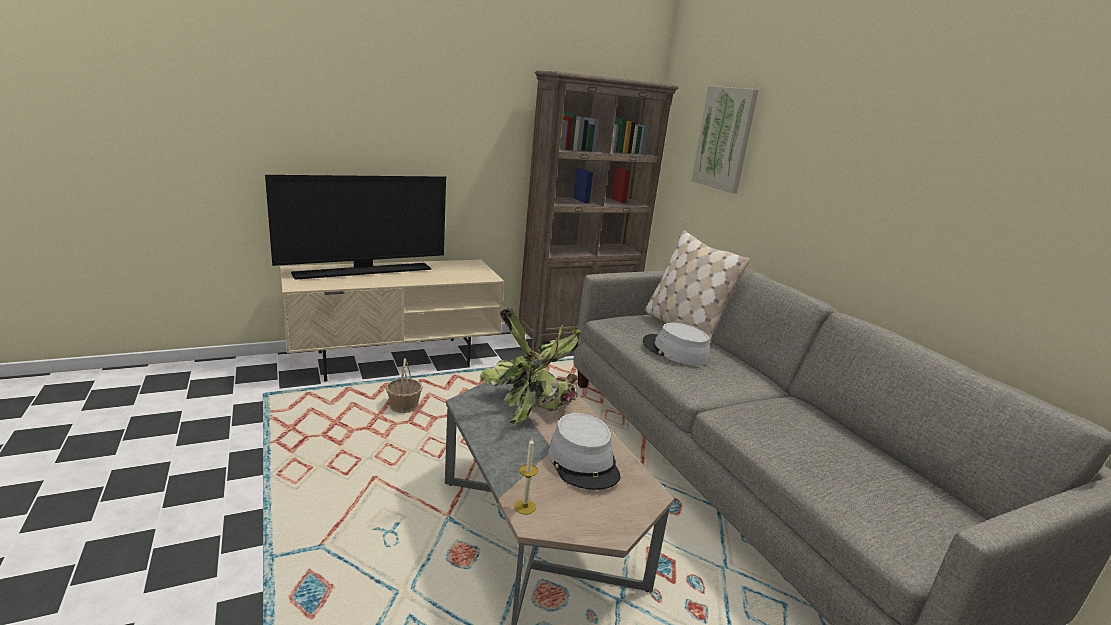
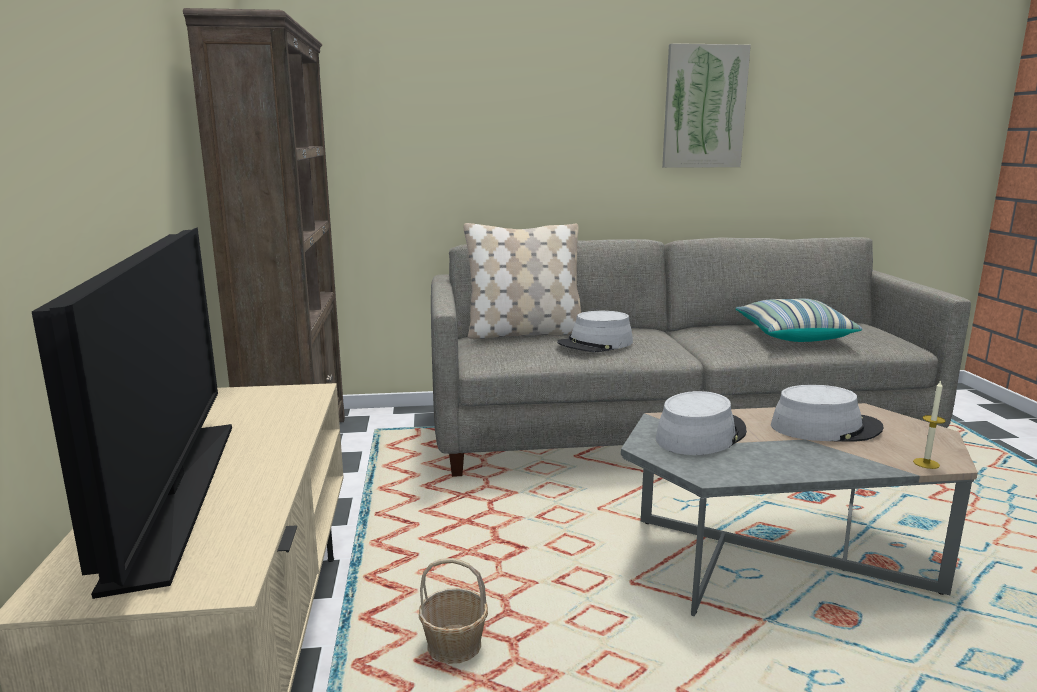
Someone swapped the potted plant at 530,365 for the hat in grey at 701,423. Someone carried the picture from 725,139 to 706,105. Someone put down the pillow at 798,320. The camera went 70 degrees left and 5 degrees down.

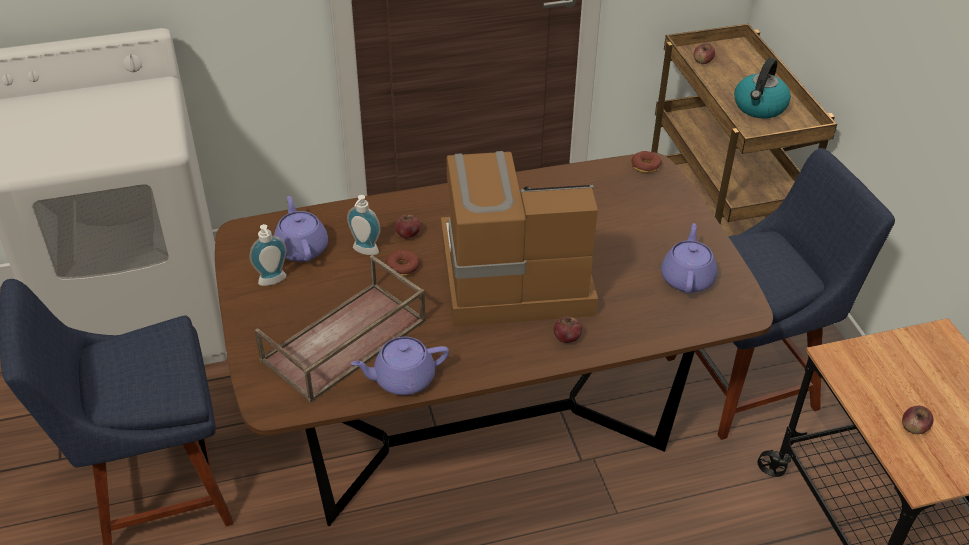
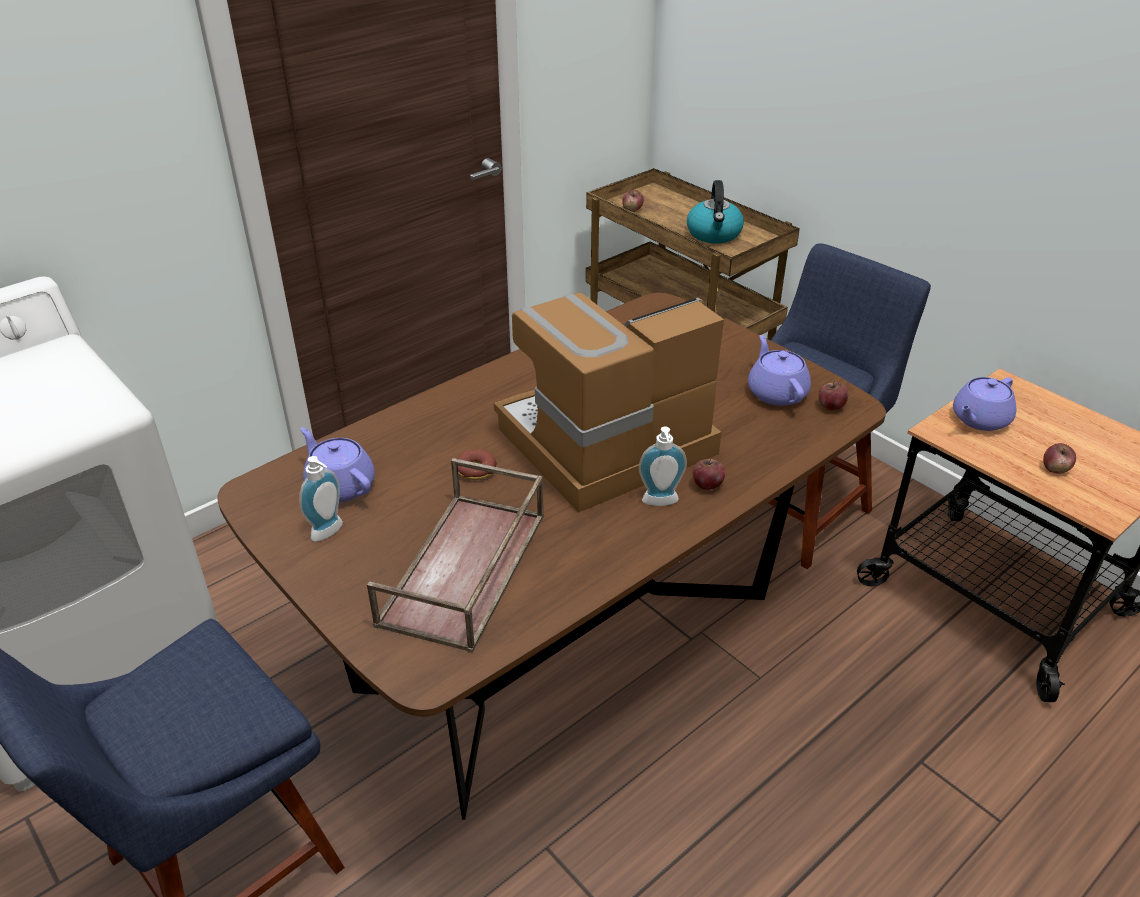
Someone carried the soap dispenser from 364,225 to 663,466. Someone carried the apple from 407,226 to 833,395. Someone carried the teapot in purple from 400,366 to 984,404. Someone took away the donut at 646,162. The camera went 25 degrees left and 5 degrees down.

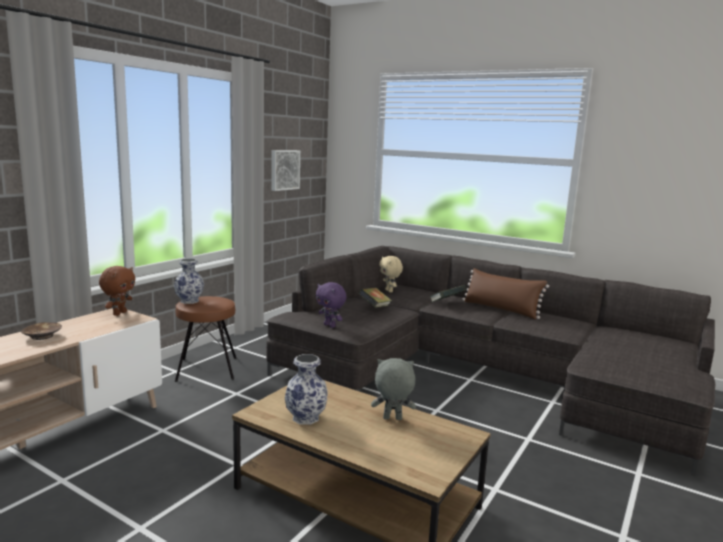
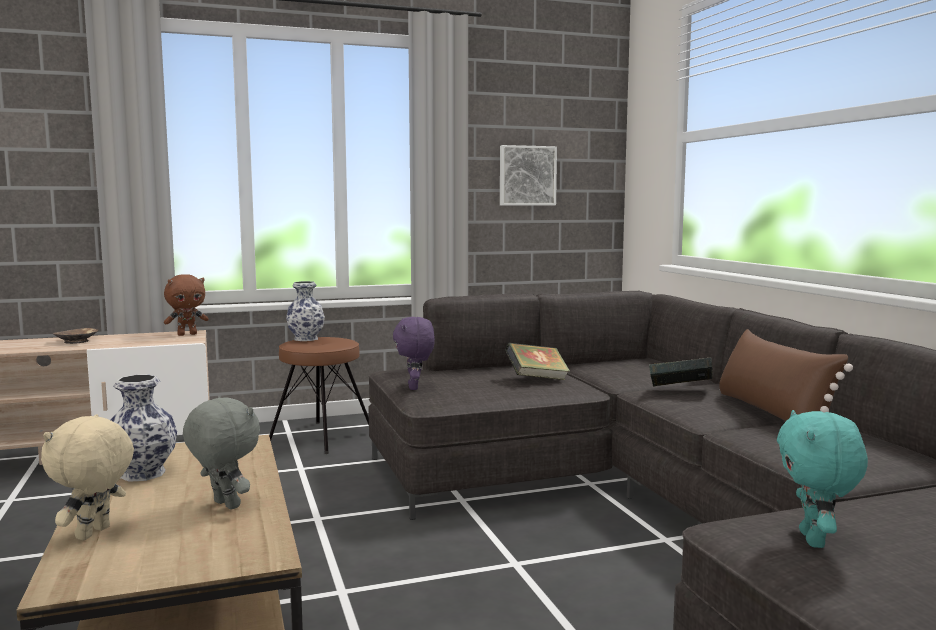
Someone carried the plush toy in beige from 391,274 to 87,477. Someone put down the plush toy in turquoise at 822,479. The camera went 40 degrees right and 5 degrees down.

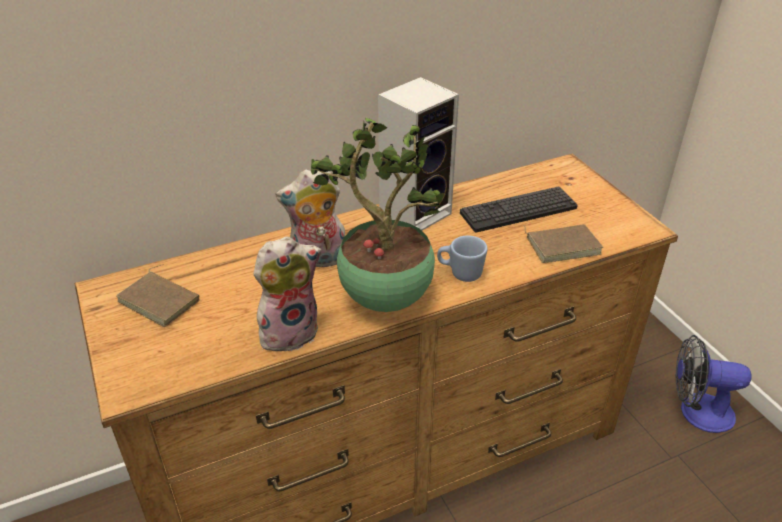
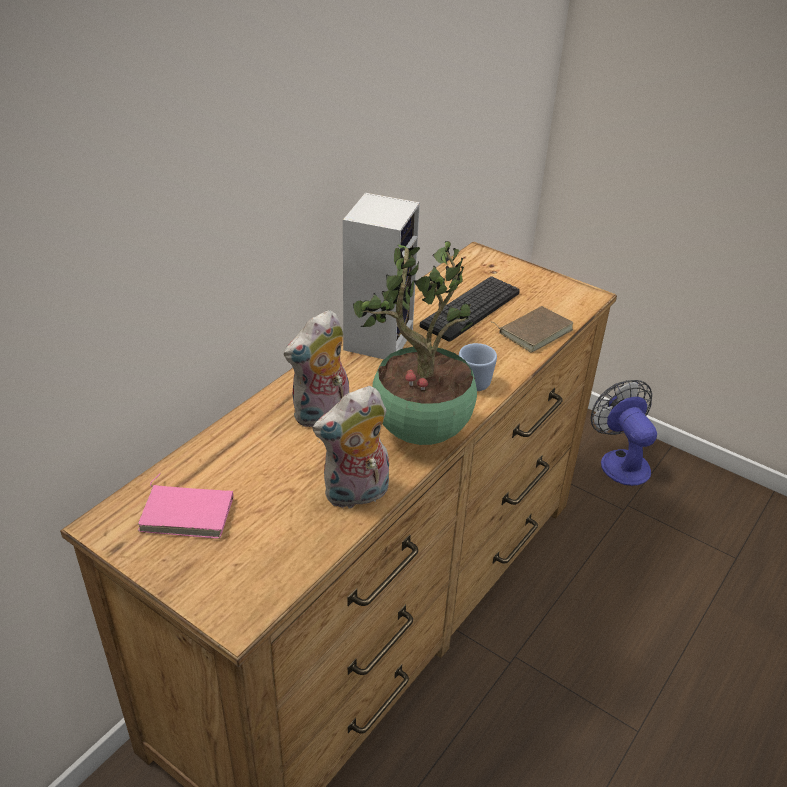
Someone repainted the book in brown at 158,296, which became the book in pink at 185,506. Someone rotated the plush toy at 287,293 by 150 degrees counterclockwise. Someone rotated the fan at 714,384 by 90 degrees clockwise. The camera went 30 degrees left and 0 degrees up.

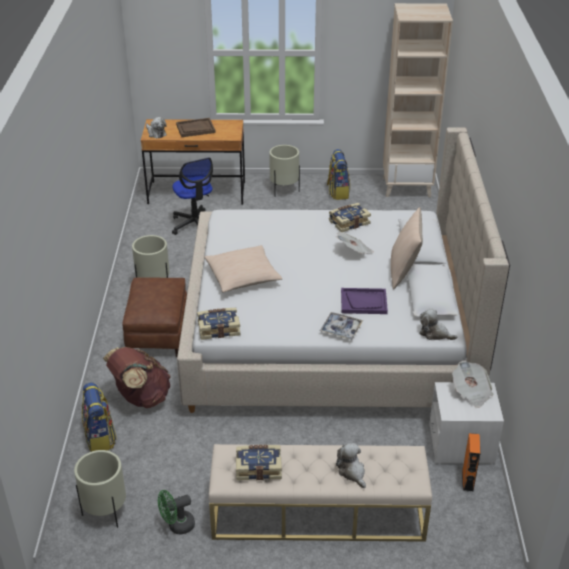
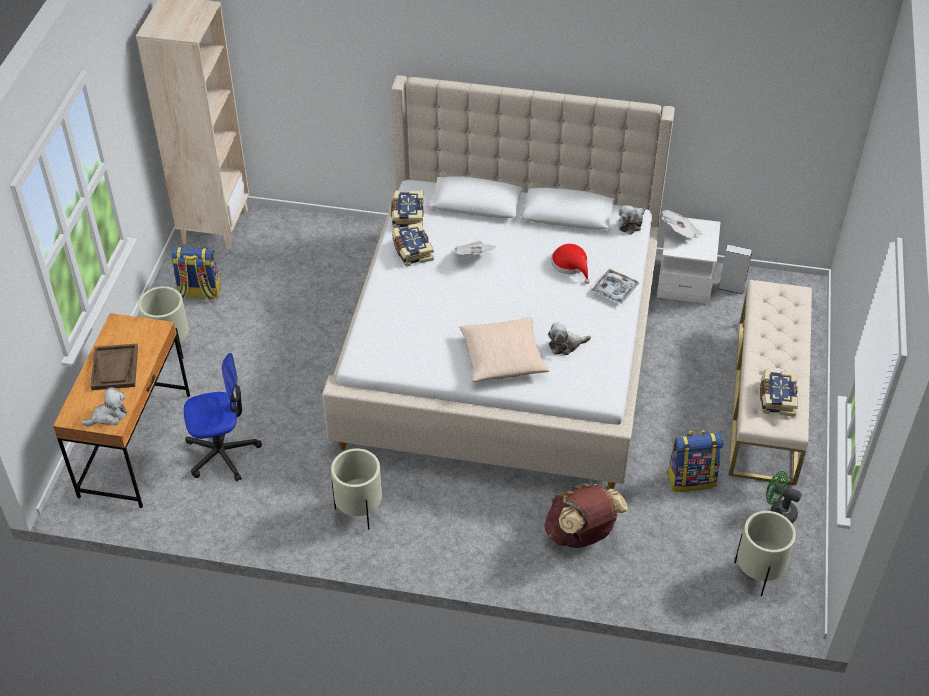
Someone carried the book from 219,324 to 407,209. Someone carried the plush toy from 351,465 to 569,338. Someone swapped the tray in purple at 364,301 for the hat in red at 570,264. Someone carried the backpack from 99,417 to 695,461. Someone repainted the speaker in orange at 471,462, which became the speaker in grey at 735,269. Someone rotated the fan in green at 176,512 by 135 degrees clockwise. Someone took away the ottoman in brown at 154,317. Someone took away the pillow in beige at 407,248. The camera went 80 degrees left and 10 degrees up.

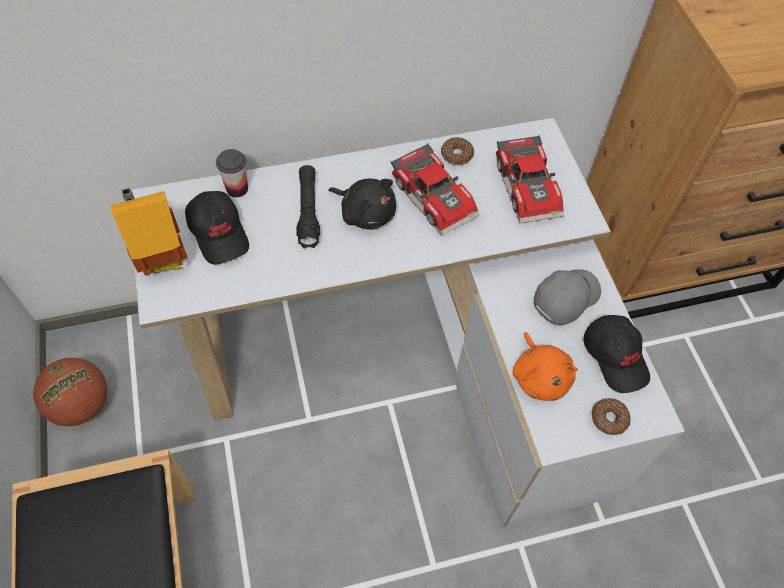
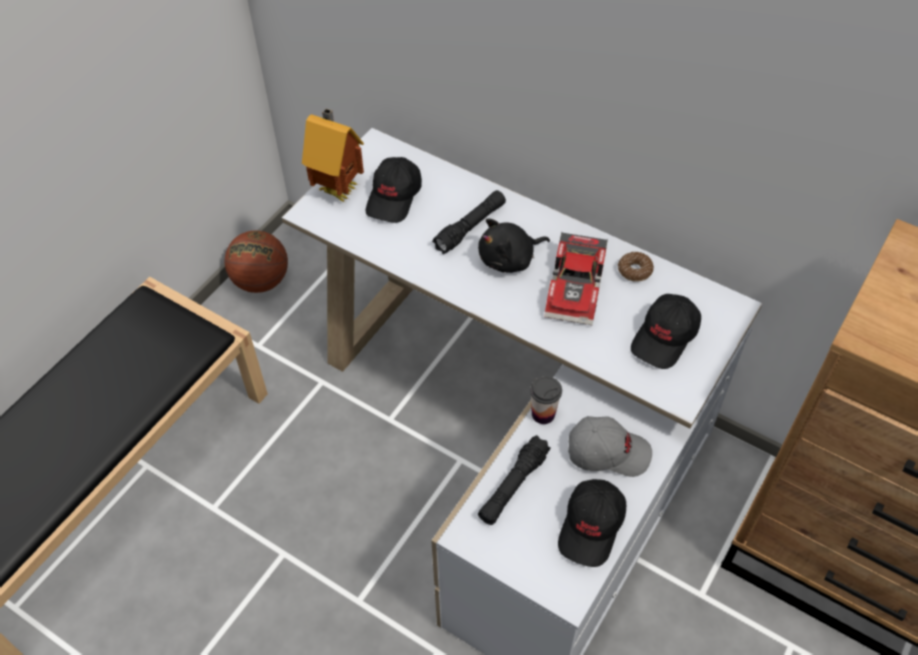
Someone rotated the plush toy in black at 362,204 by 75 degrees clockwise. Someone swapped the plush toy in orange at 545,366 for the flashlight in black at 514,480. Someone carried the cup from 232,173 to 546,400. Someone swapped the toy car at 530,179 for the cap in black at 666,331. Someone took away the donut at 611,416. The camera went 50 degrees right and 5 degrees down.

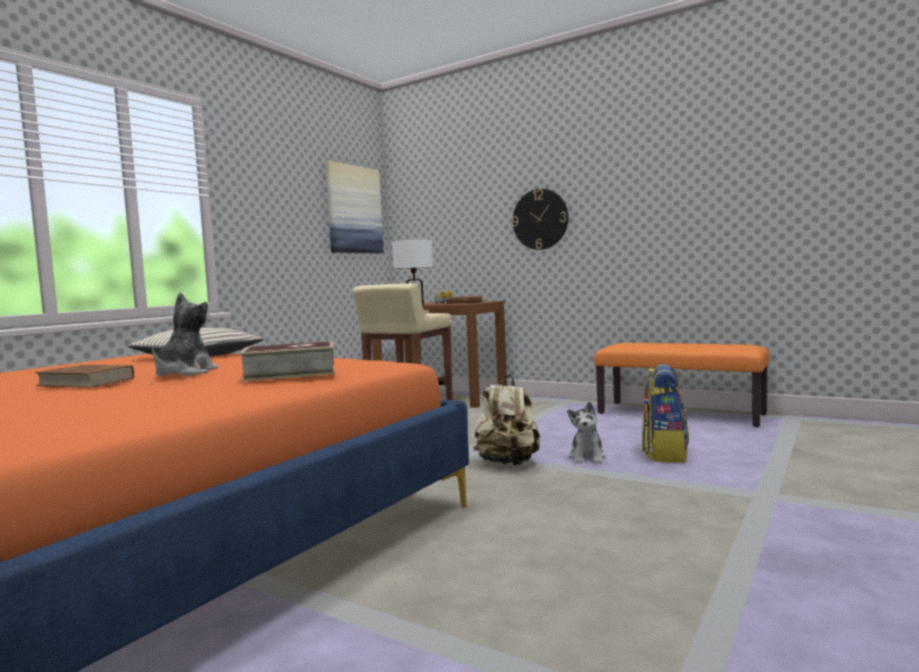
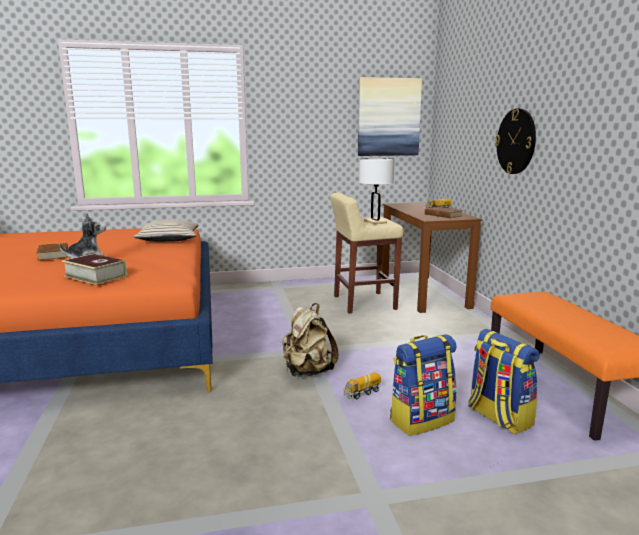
Someone swapped the plush toy at 586,432 for the toy truck at 362,385. Someone put down the backpack at 504,382. The camera went 45 degrees right and 10 degrees up.

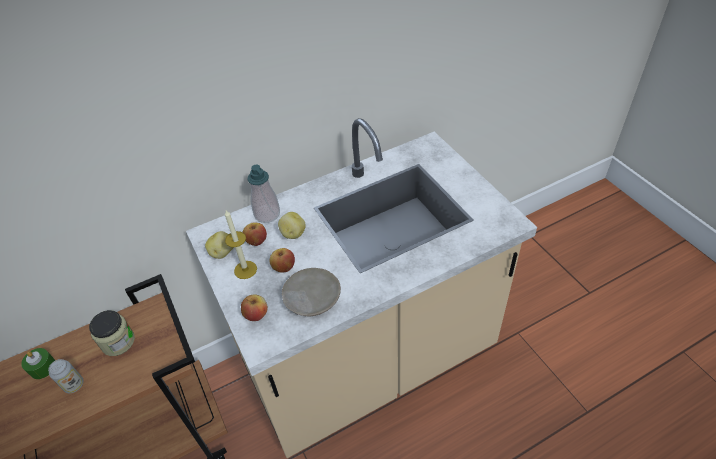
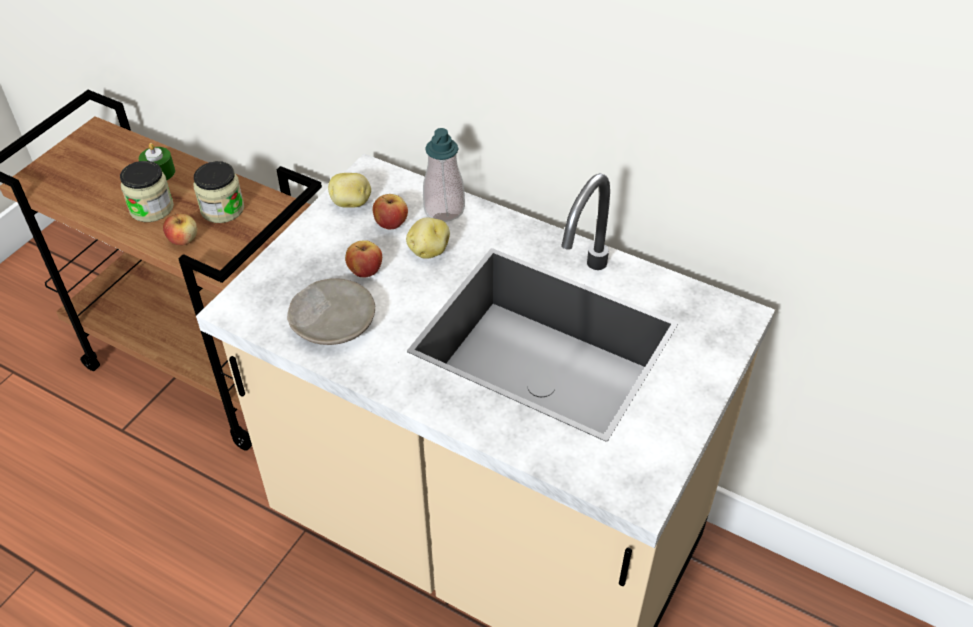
Someone swapped the can at 66,376 for the jar at 147,191. Someone carried the apple from 254,307 to 180,229. Someone took away the candle at 241,244. The camera went 55 degrees right and 0 degrees up.

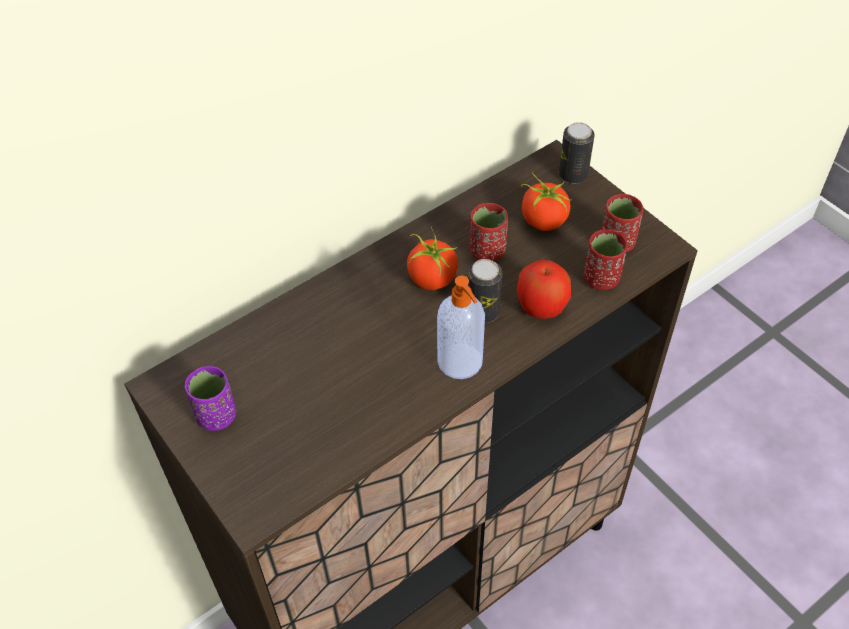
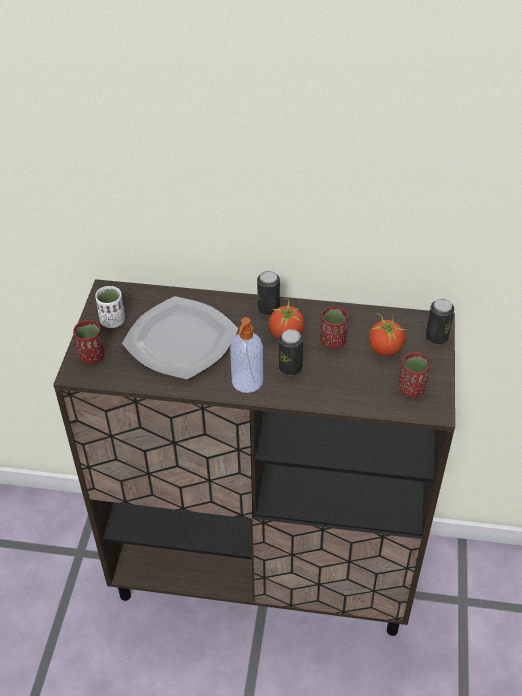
Someone carried the cup in red from 606,259 to 89,342. Someone repainted the cup in purple at 210,398, which became the cup in white at 110,307. Someone put down the plate at 180,338. Someone put down the can at 268,293. Someone took away the apple at 544,289. The camera went 45 degrees right and 5 degrees down.

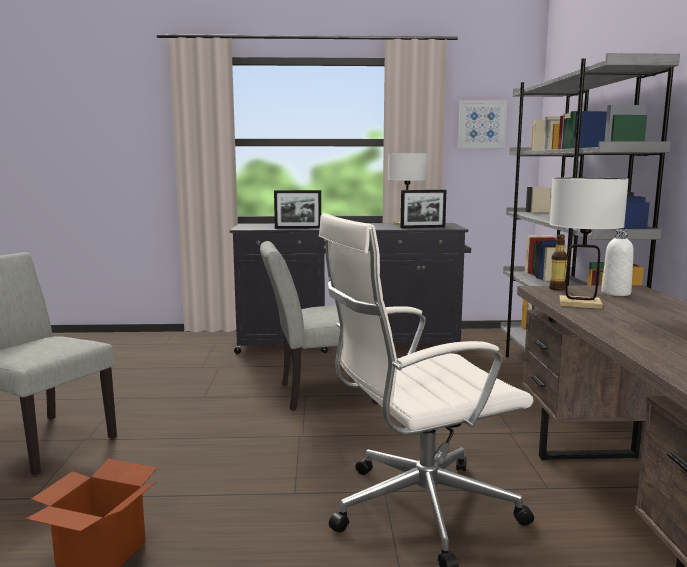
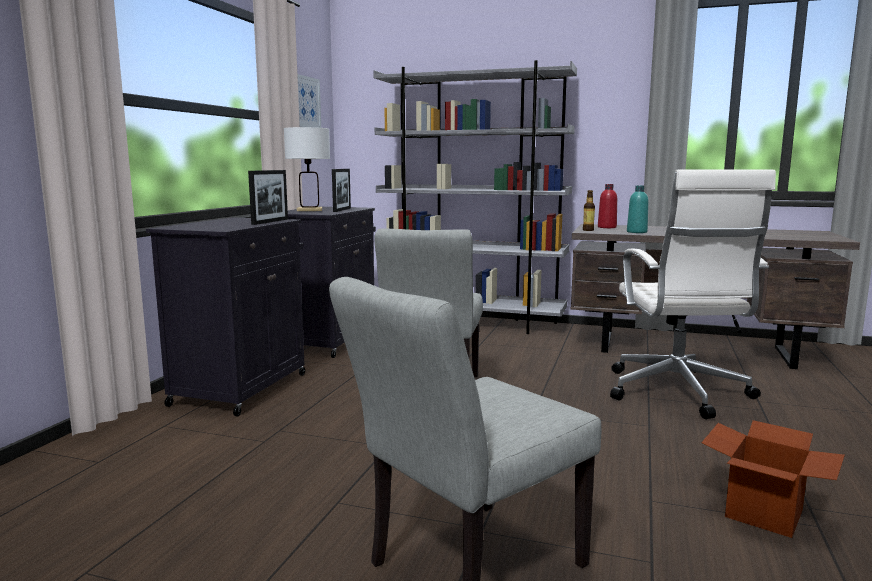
Someone repainted the bottle in white at 617,262, which became the bottle in red at 607,206. Someone swapped the table lamp in white at 589,243 for the bottle in turquoise at 637,209. The camera went 70 degrees left and 0 degrees up.

